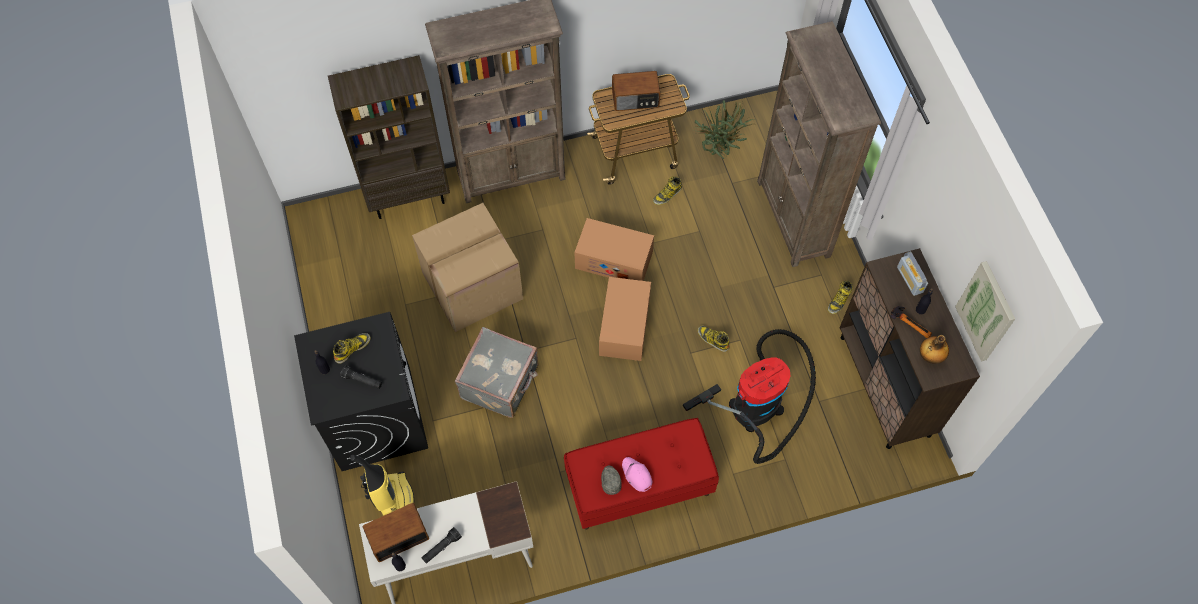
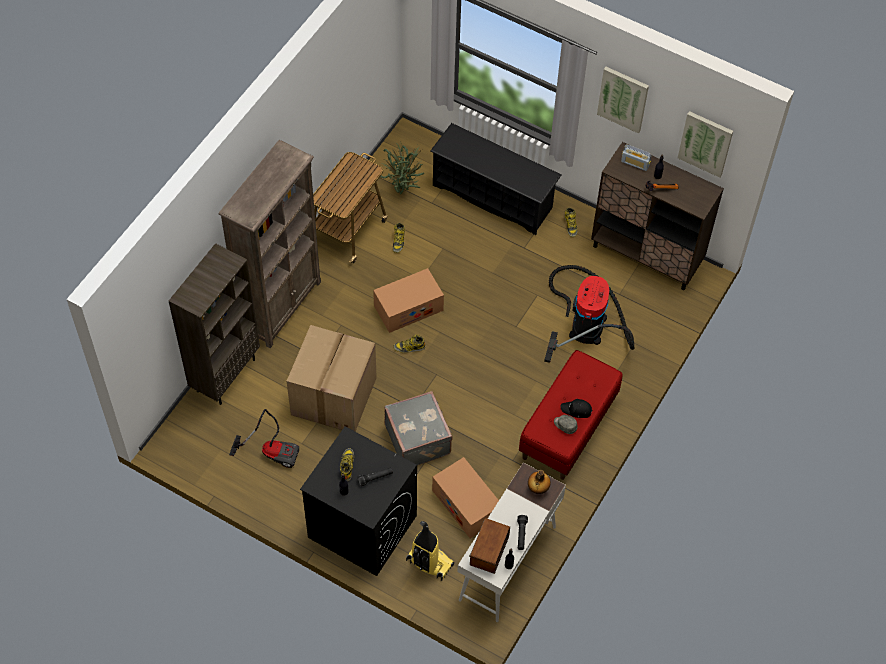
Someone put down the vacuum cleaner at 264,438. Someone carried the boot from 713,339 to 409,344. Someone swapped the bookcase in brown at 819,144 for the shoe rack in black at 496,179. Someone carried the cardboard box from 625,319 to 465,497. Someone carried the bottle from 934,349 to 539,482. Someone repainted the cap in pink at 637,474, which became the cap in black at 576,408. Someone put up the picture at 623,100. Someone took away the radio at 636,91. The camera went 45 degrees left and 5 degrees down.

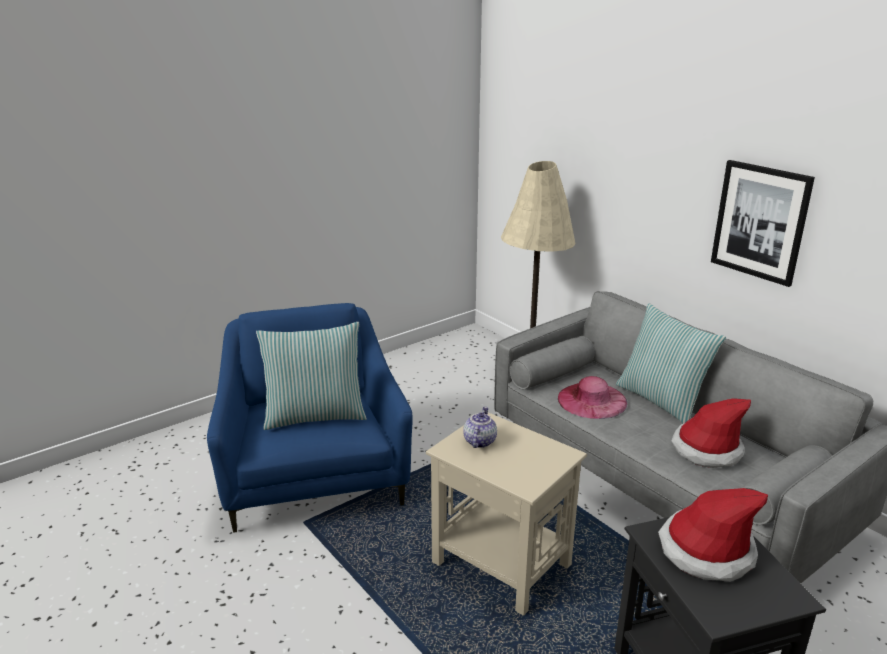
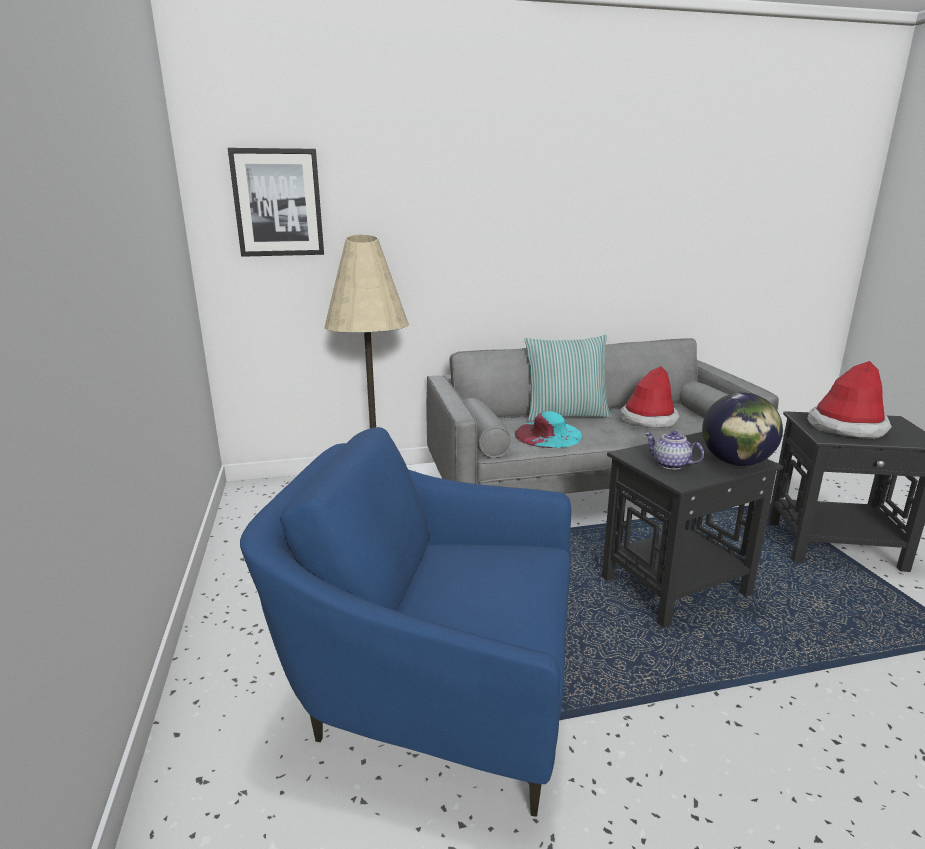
Someone carried the picture from 763,223 to 276,202. Someone repainted the hat in pink at 592,397, which became the hat in turquoise at 549,429. Someone repainted the side table in beige at 506,514, which became the side table in black at 692,530. Someone put down the globe at 742,429. Someone took away the pillow at 311,376. The camera went 65 degrees left and 5 degrees down.

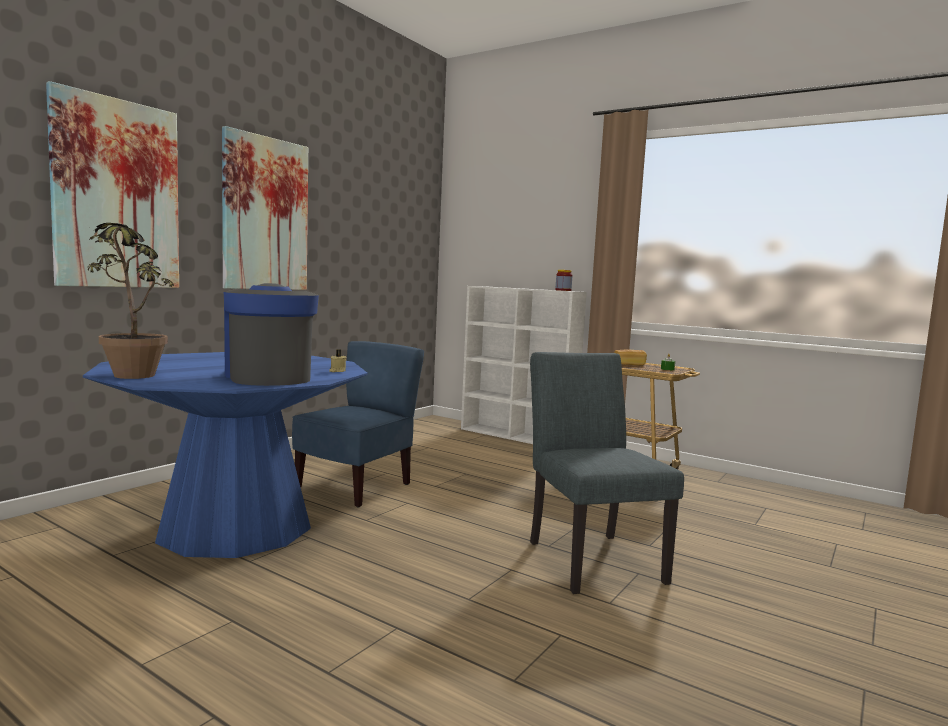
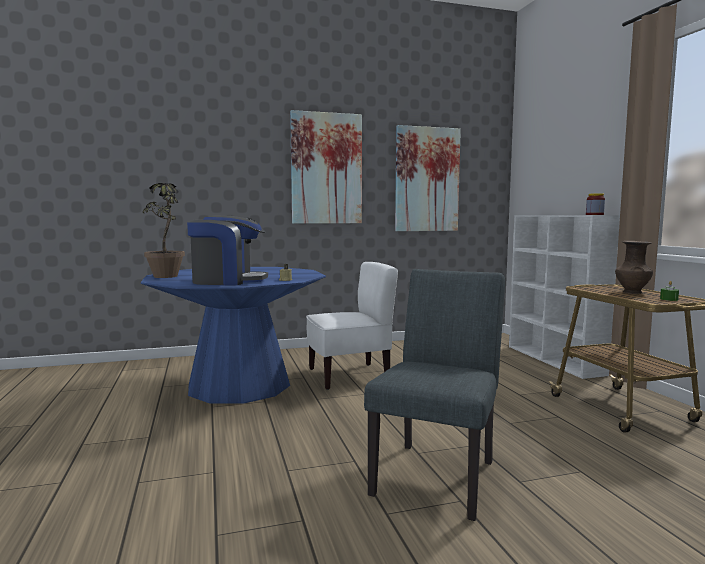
Someone rotated the coffee machine at 271,334 by 75 degrees clockwise. Someone repainted the chair in blue at 358,424, which became the chair in white at 352,326. Someone carried the picture from 112,184 to 428,178. Someone swapped the bread at 630,357 for the vase in brown at 634,267. The camera went 40 degrees right and 0 degrees up.

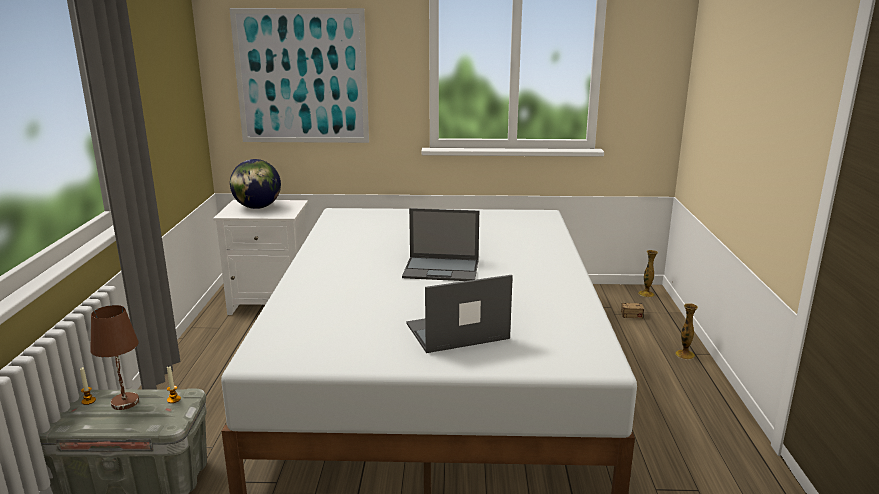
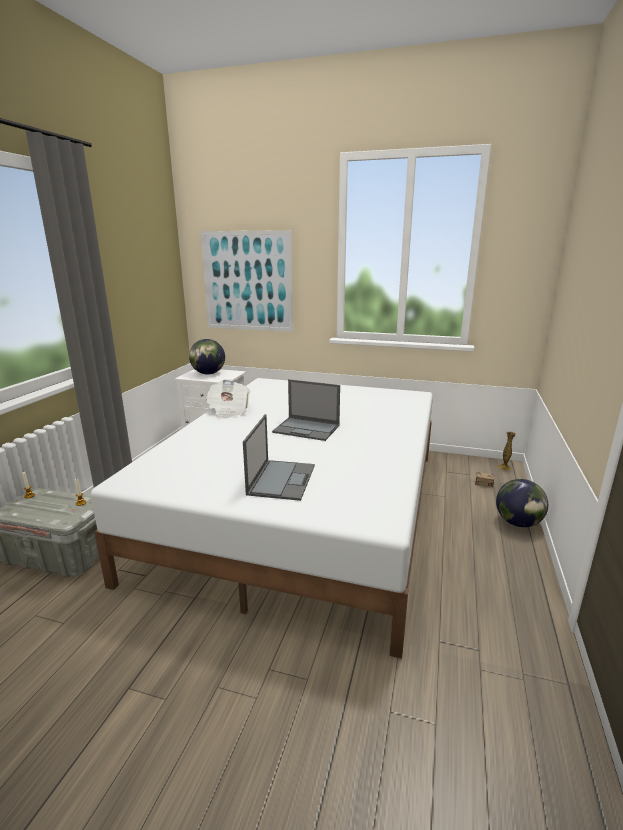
Someone put down the newspaper at 228,399. Someone rotated the laptop at 459,314 by 105 degrees clockwise. Someone swapped the vase at 686,331 for the globe at 522,503. Someone took away the table lamp in brown at 114,357. The camera went 15 degrees right and 0 degrees up.

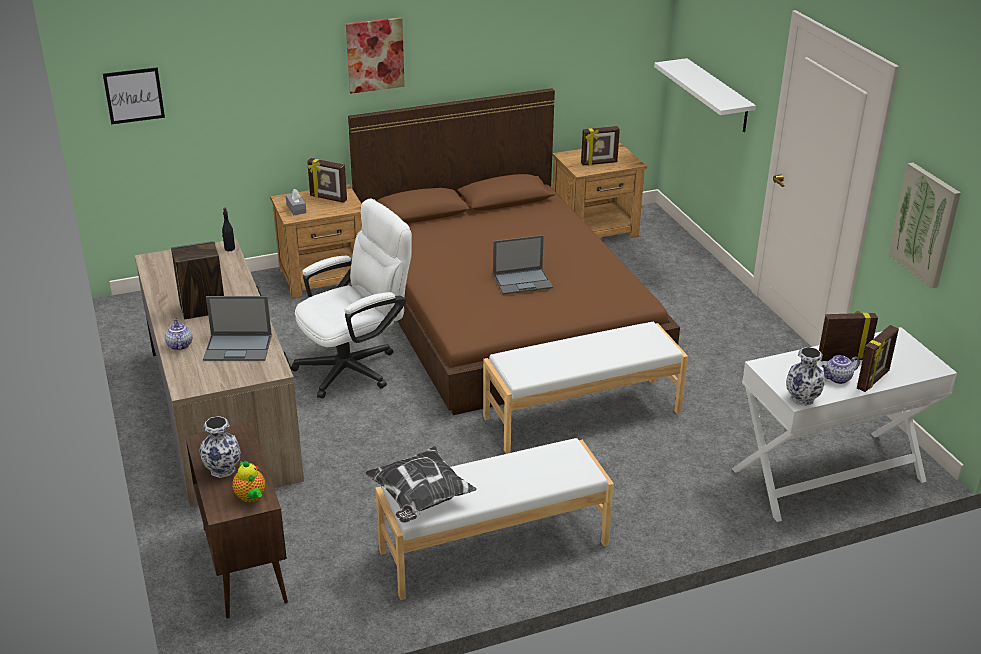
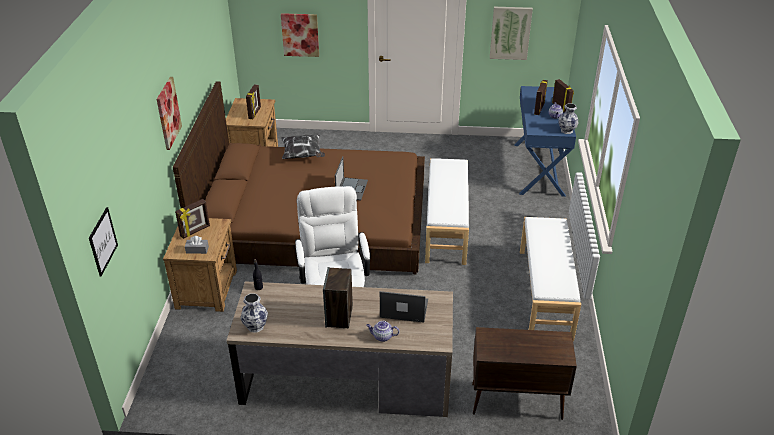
Someone carried the vase from 220,447 to 254,313. Someone swapped the shelf in white at 705,95 for the picture at 300,35. Someone carried the pillow from 421,484 to 303,147. Someone rotated the laptop at 237,328 by 105 degrees counterclockwise. Someone repainted the desk in white at 844,424, which became the desk in blue at 545,141. Someone took away the teapot at 248,482. The camera went 65 degrees left and 5 degrees up.

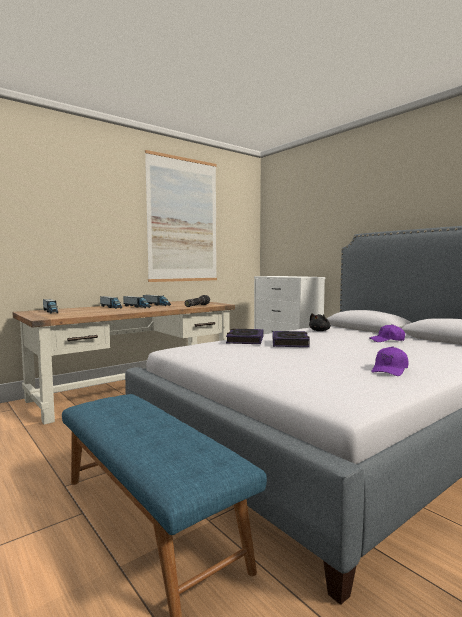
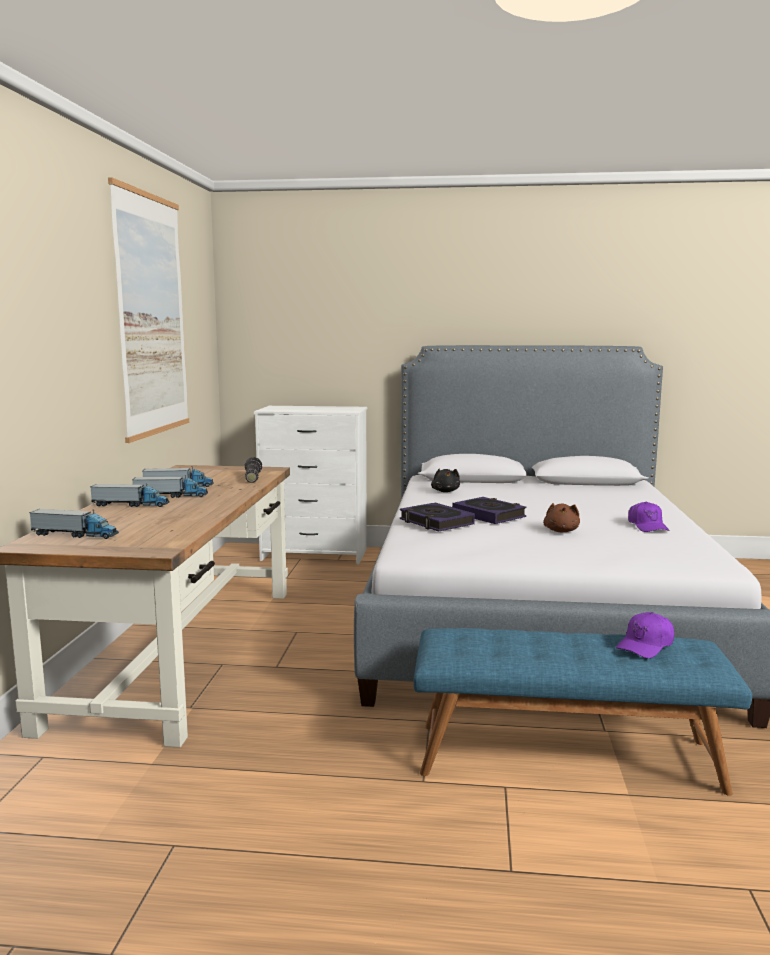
Someone put down the plush toy in brown at 561,517. Someone carried the cap in purple from 387,333 to 645,635. The camera went 45 degrees left and 5 degrees up.

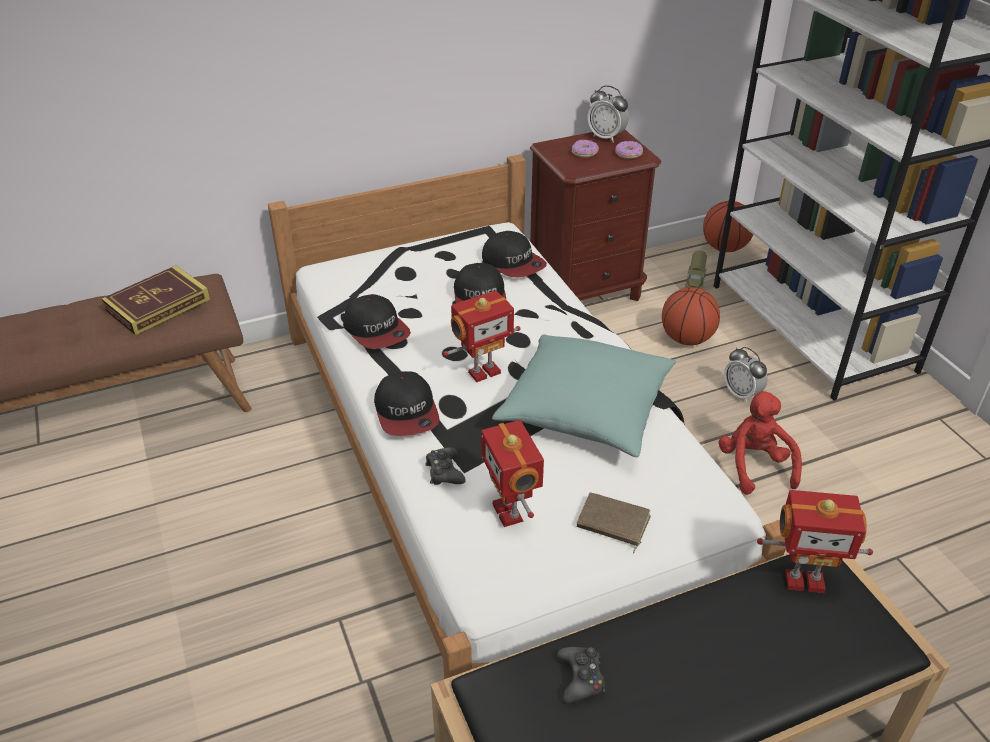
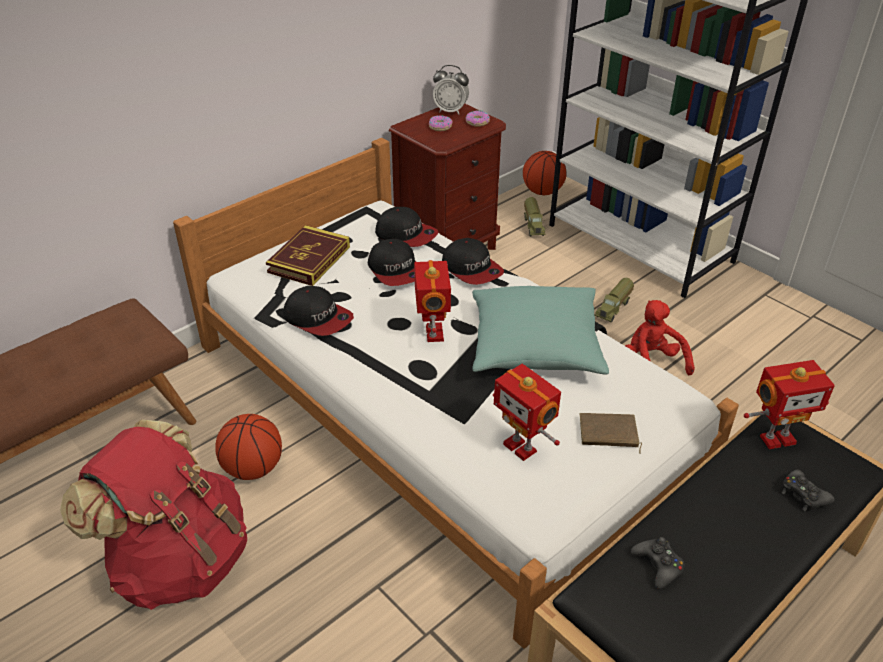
Someone put down the backpack in red at 153,514. Someone carried the basketball from 691,316 to 248,447. Someone carried the book from 156,300 to 308,255. Someone rotated the toy robot at 481,336 by 45 degrees counterclockwise. Someone carried the cap from 406,403 to 473,261. Someone swapped the alarm clock at 746,375 for the toy truck at 614,300. Someone carried the game controller in black from 445,466 to 808,490. The camera went 20 degrees left and 0 degrees up.

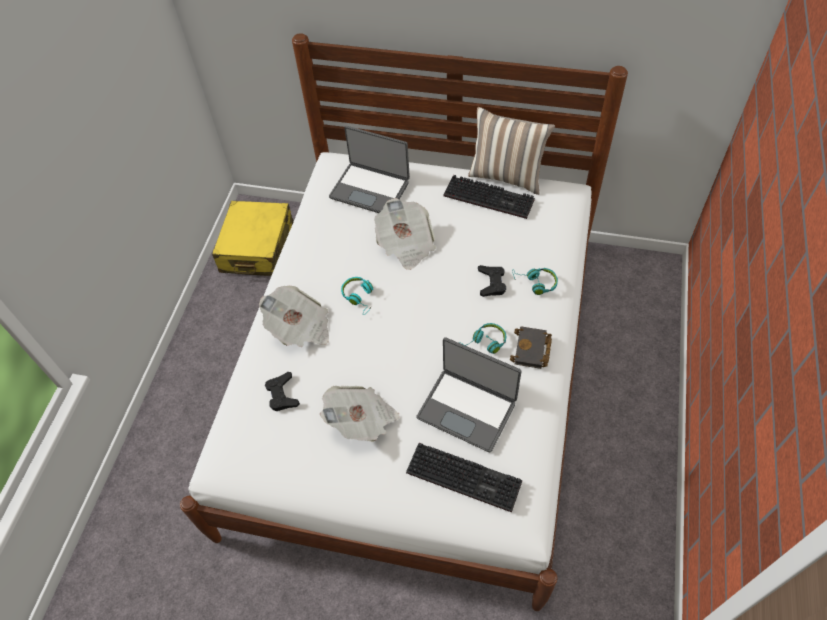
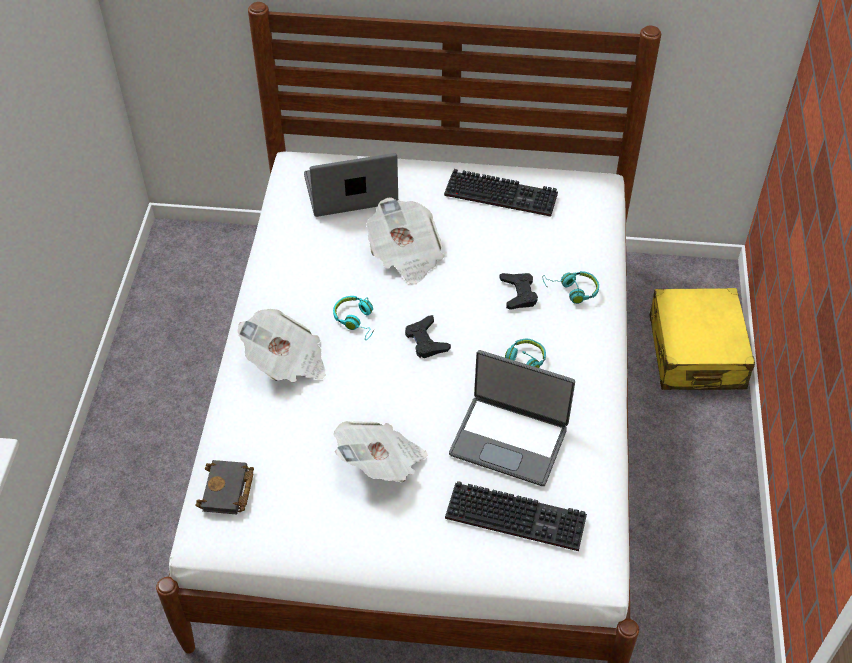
Someone carried the book in black from 531,347 to 224,487. Someone rotated the laptop at 369,169 by 150 degrees clockwise. Someone carried the game controller in black from 282,391 to 428,336. Someone carried the suitcase in yellow from 252,238 to 702,339. Someone took away the pillow at 511,151. The camera went 10 degrees left and 5 degrees down.

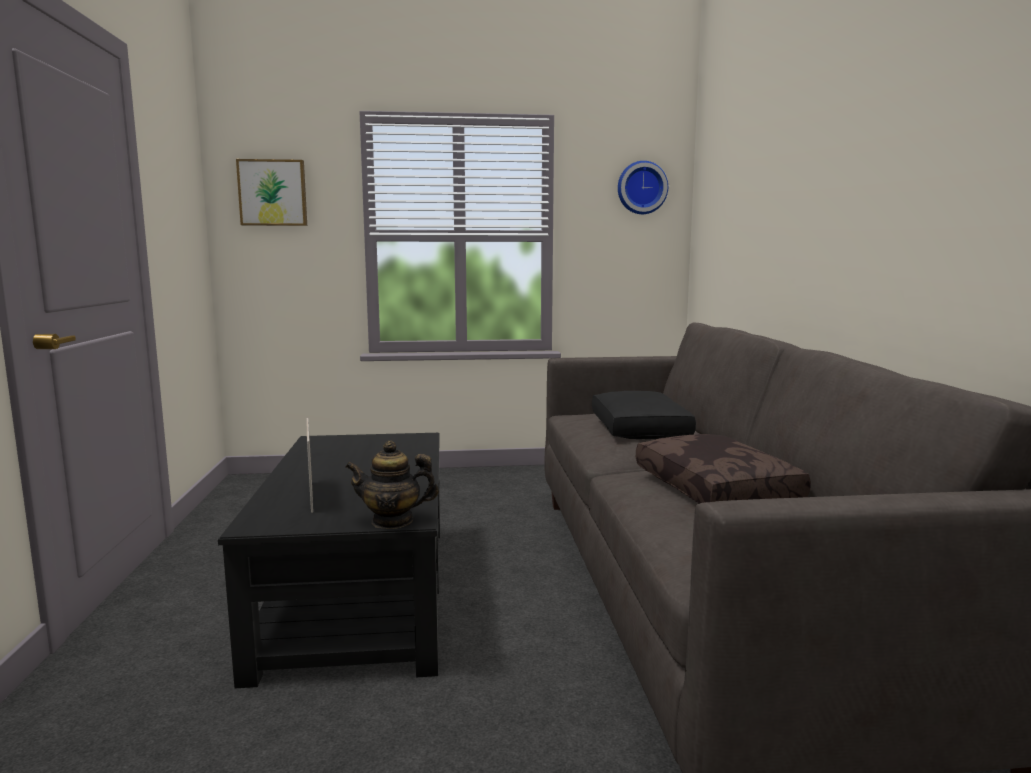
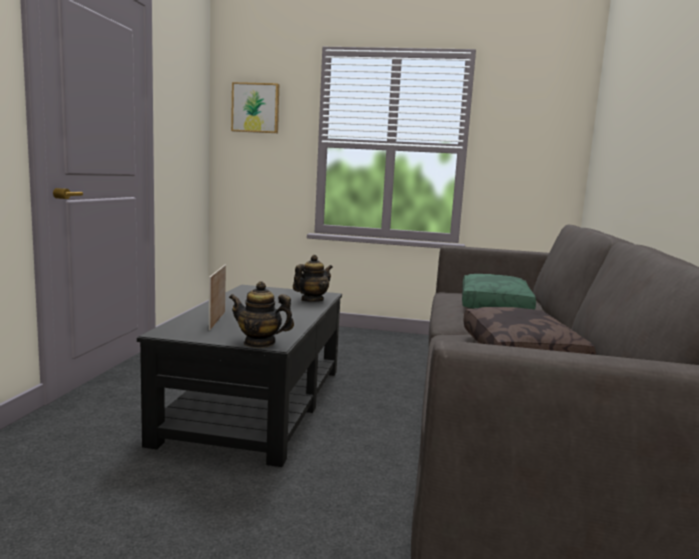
Someone put down the teapot at 313,278. Someone repainted the pillow in black at 644,415, which became the pillow in green at 499,292. Someone took away the wall clock at 643,187. The camera went 15 degrees right and 0 degrees up.

